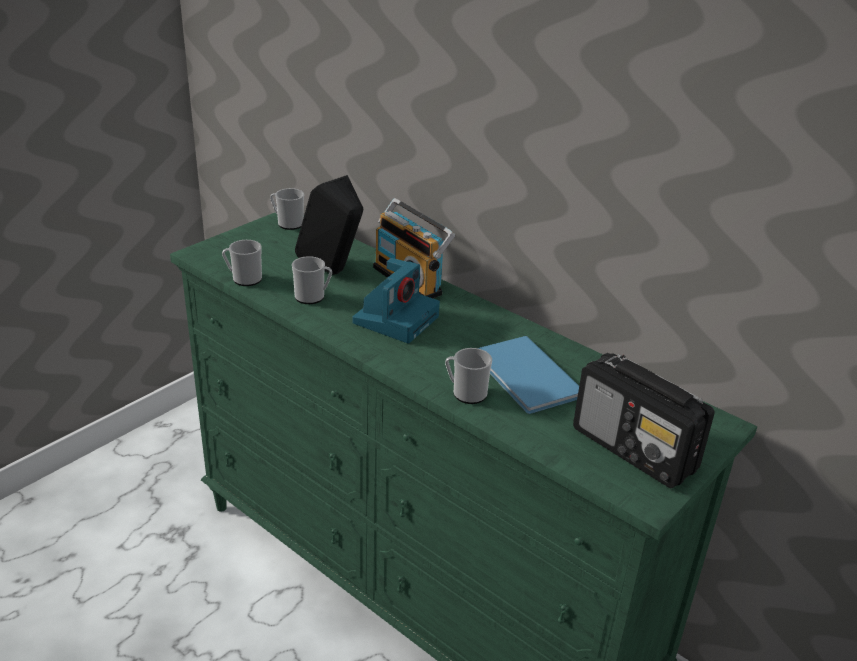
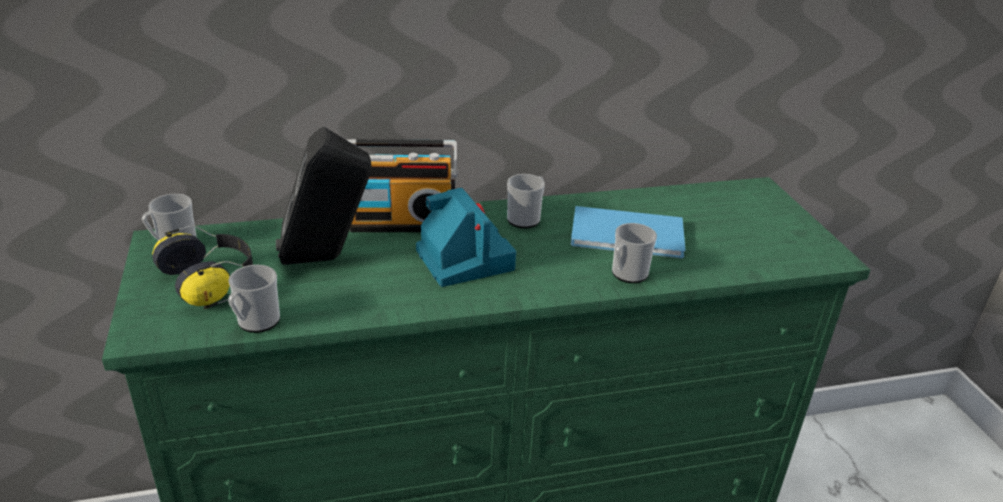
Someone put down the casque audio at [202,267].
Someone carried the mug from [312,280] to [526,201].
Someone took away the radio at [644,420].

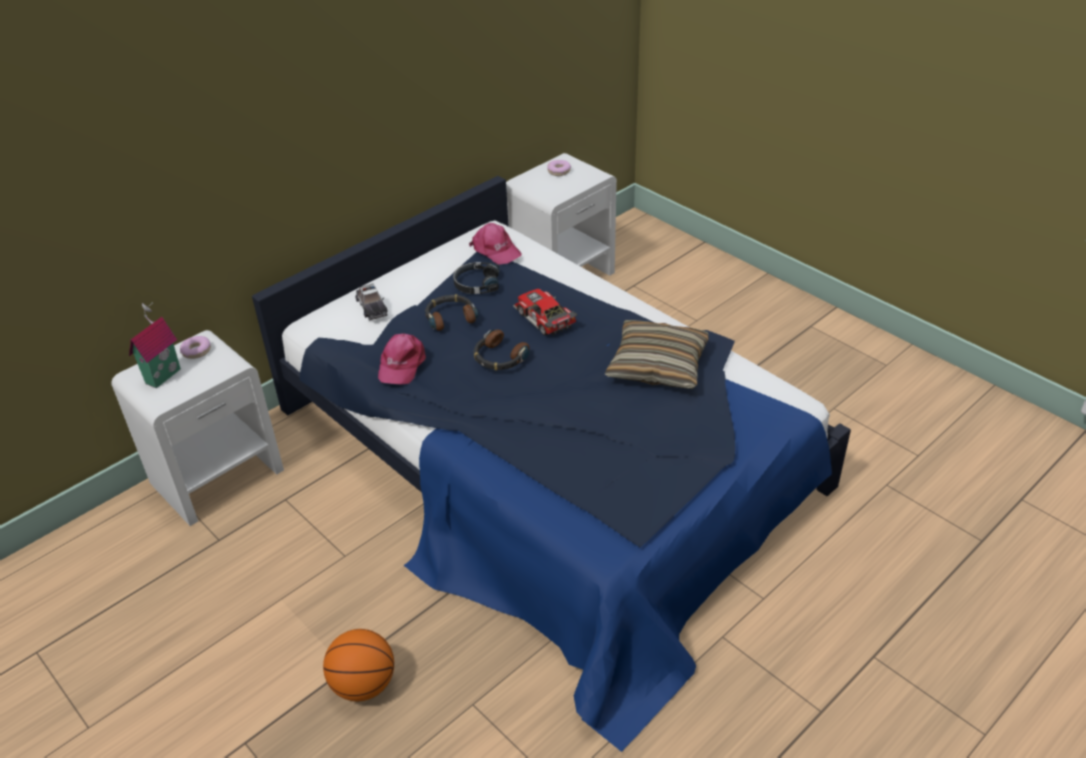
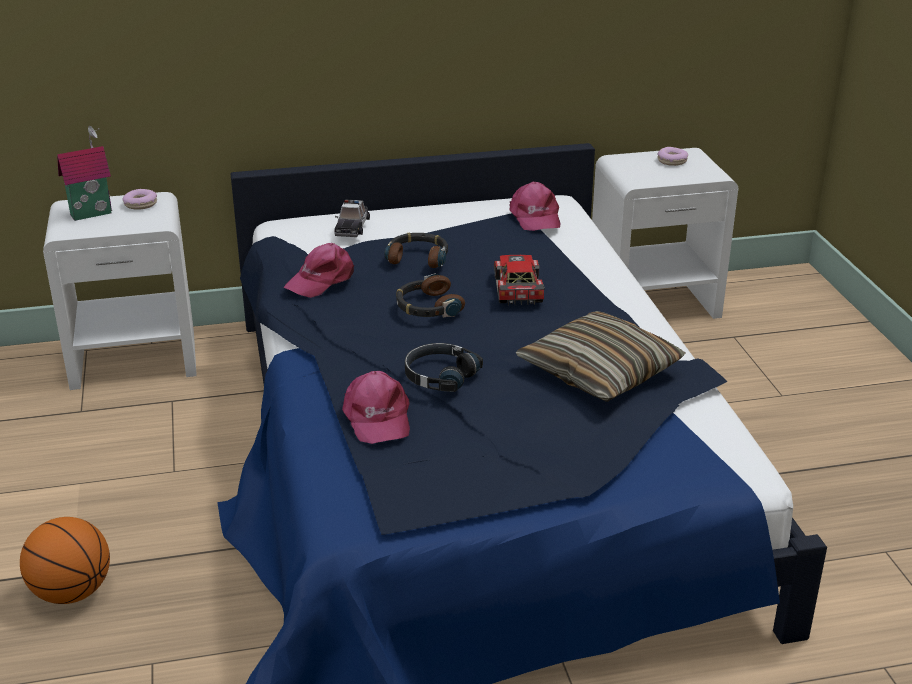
Someone put down the casquette/rose at [376,407].
Someone carried the casque audio/noir from [476,278] to [444,367].

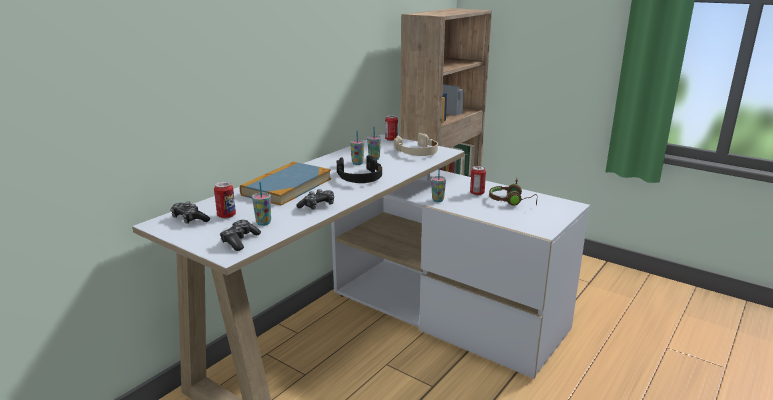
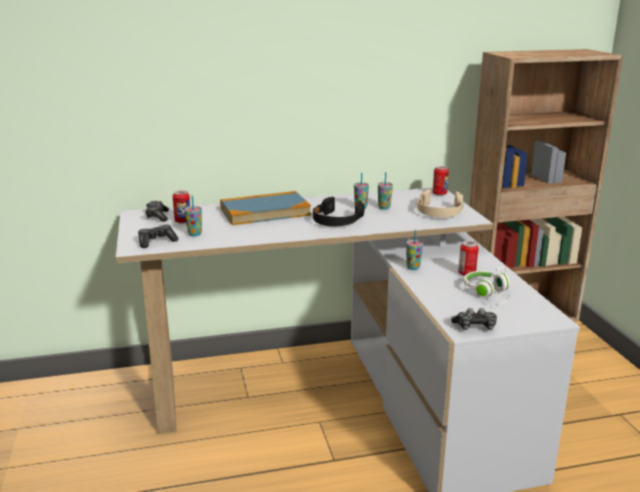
Someone carried the manette from [315,199] to [474,319].
Someone repainted the casque audio/marron at [513,192], which became the casque audio/blanc at [487,285].

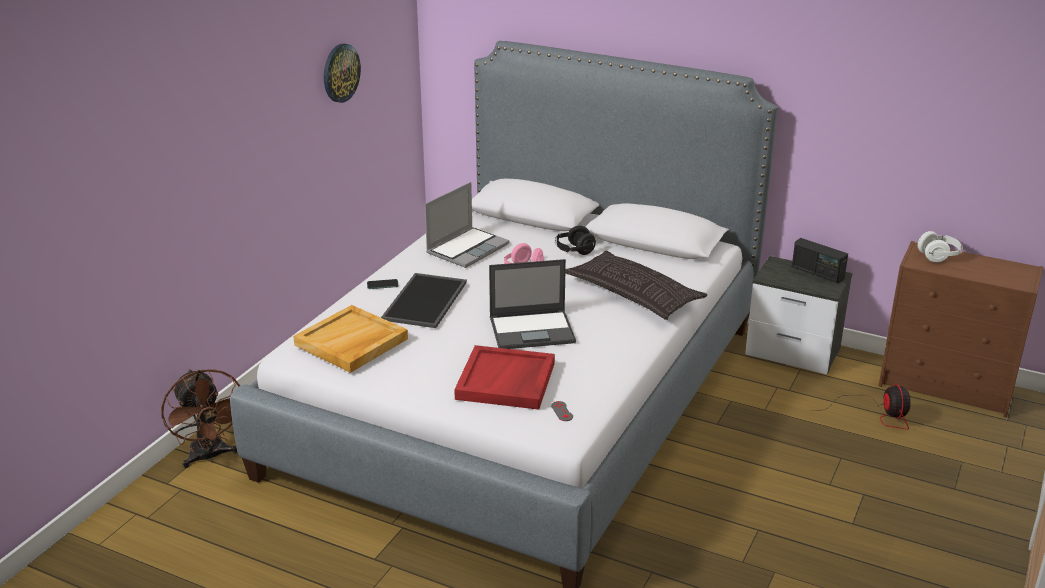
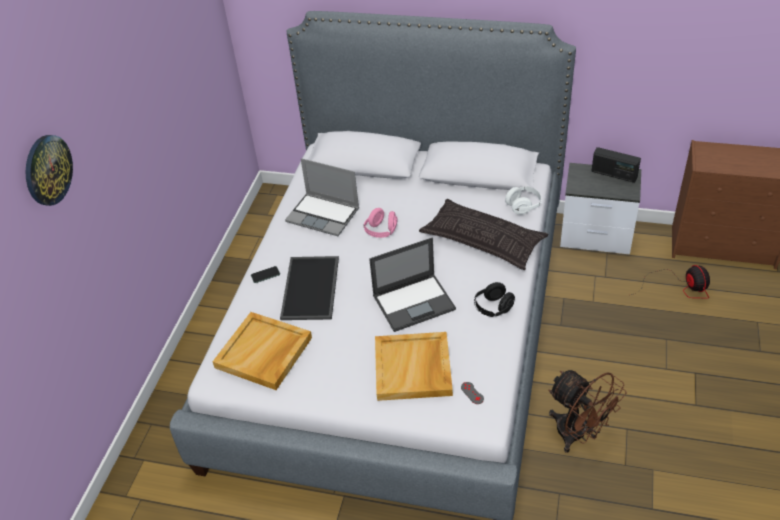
Someone carried the horloge murale from [342,73] to [49,170].
Someone rotated the ordinateur portable at [467,225] by 90 degrees clockwise.
Someone repainted the plateau/rouge at [504,377], which became the plateau/beige at [414,366].
Someone carried the casque audio/noir from [575,240] to [494,299].
Someone carried the casque audio/blanc from [940,246] to [523,200].
Someone carried the ventilateur/marron from [200,418] to [587,411].

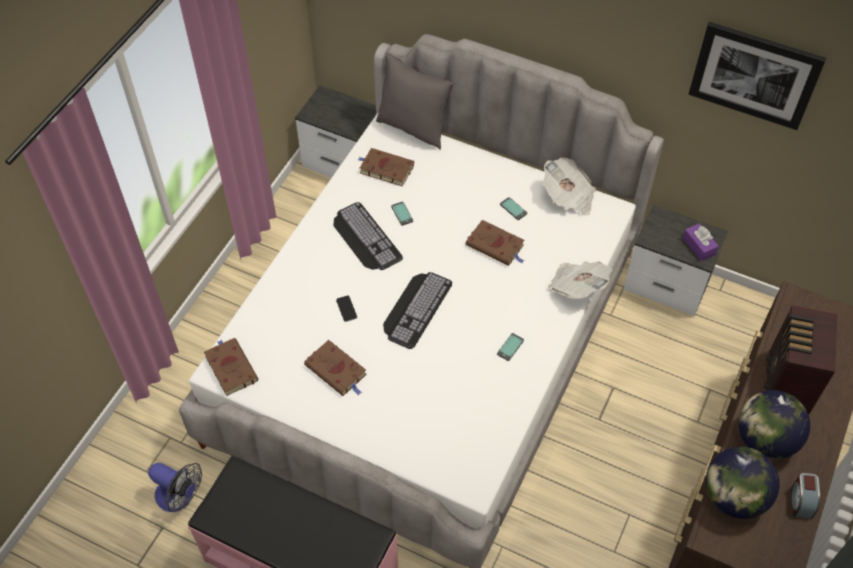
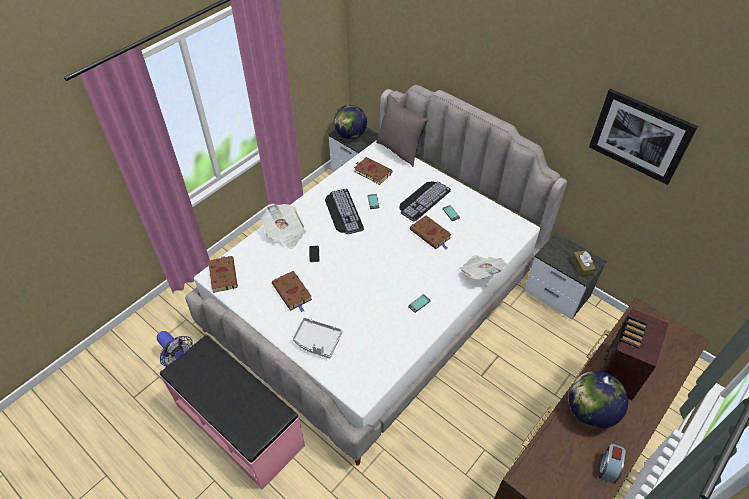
Someone carried the journal from [569,186] to [283,226].
Someone put down the plateau/gris at [318,337].
Someone carried the globe from [743,483] to [350,122].
Someone carried the clavier from [417,310] to [425,201].
Someone repainted the boîte à mouchoirs/violet at [701,242], which became the boîte à mouchoirs/marron at [583,263].

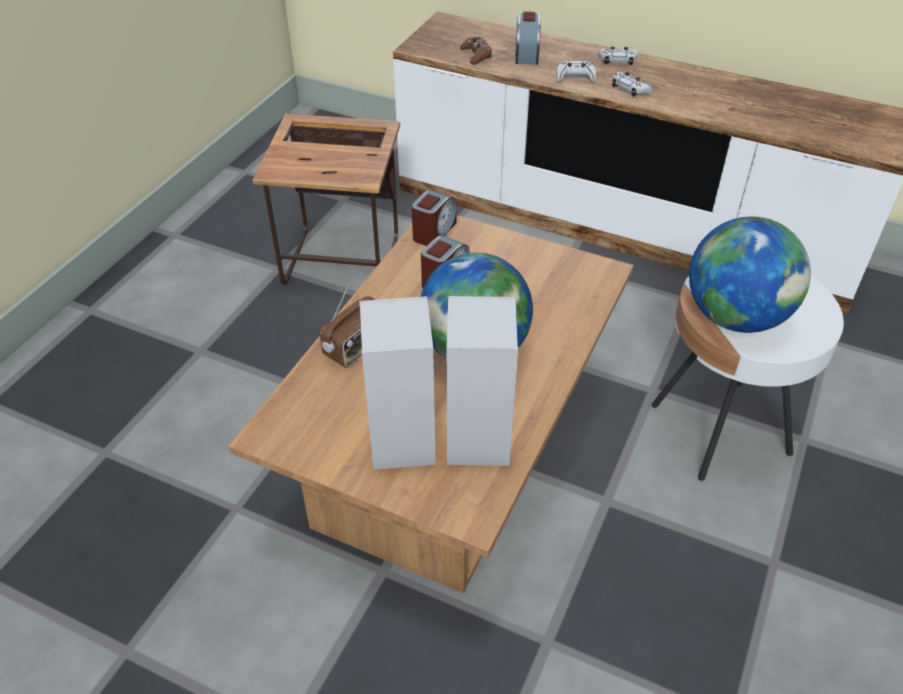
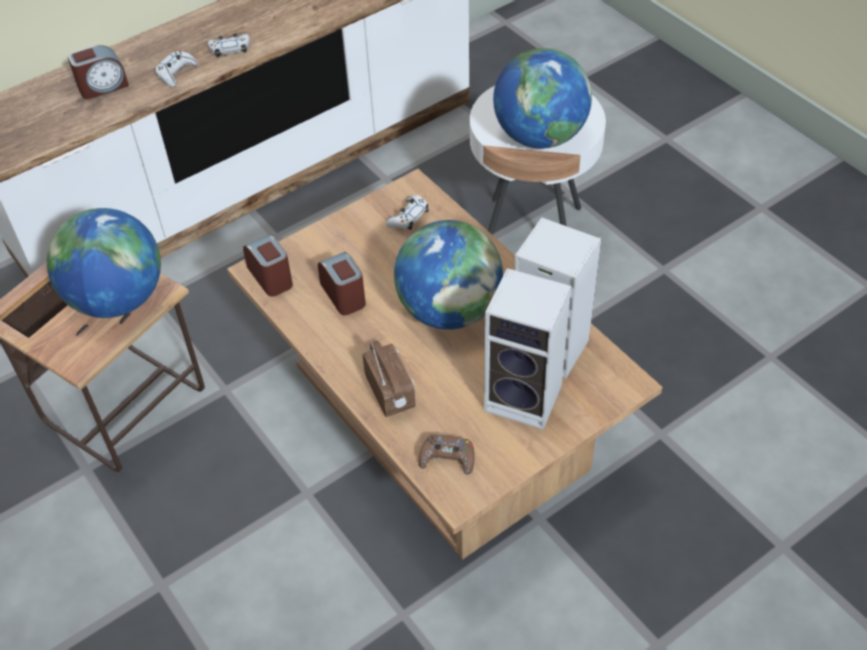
Someone put down the globe at [104,263].
Someone rotated the réveil at [528,38] by 60 degrees counterclockwise.
Someone carried the manette/blanc from [618,55] to [407,212].
Someone carried the manette/marron from [476,51] to [447,454].

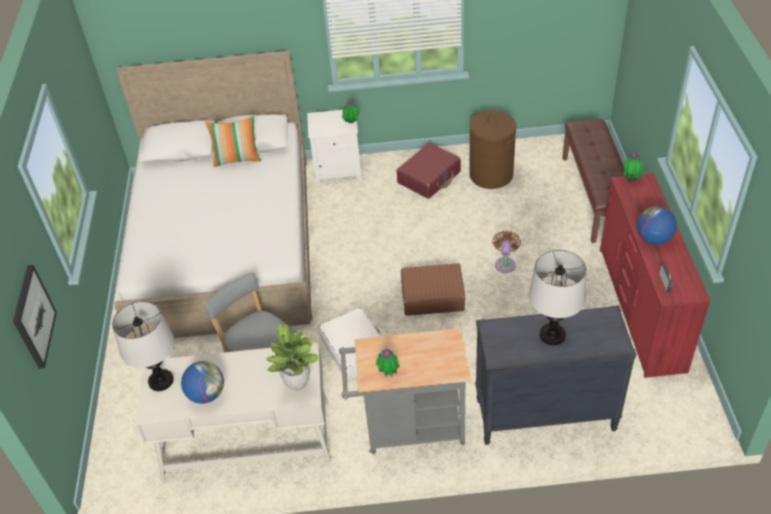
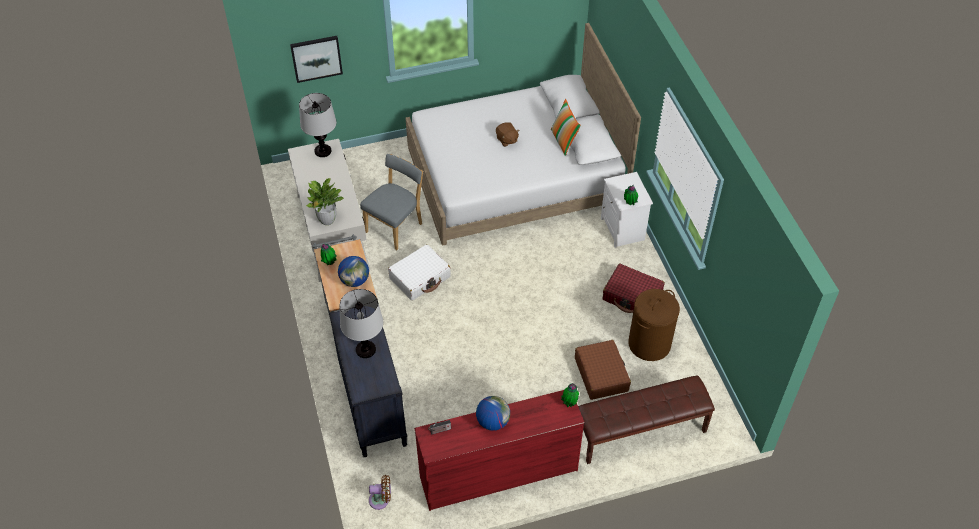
Someone carried the globe from [202,382] to [353,271].
Someone carried the ventilateur/marron from [506,252] to [380,492].
Someone put down the peluche/marron at [508,134].
Someone carried the valise/marron from [433,289] to [603,370].

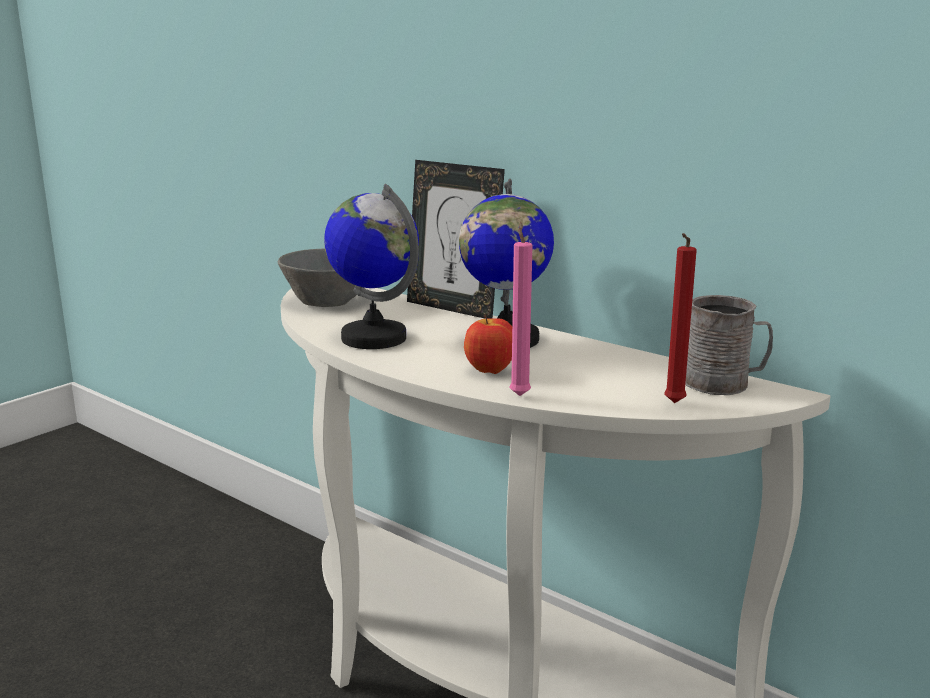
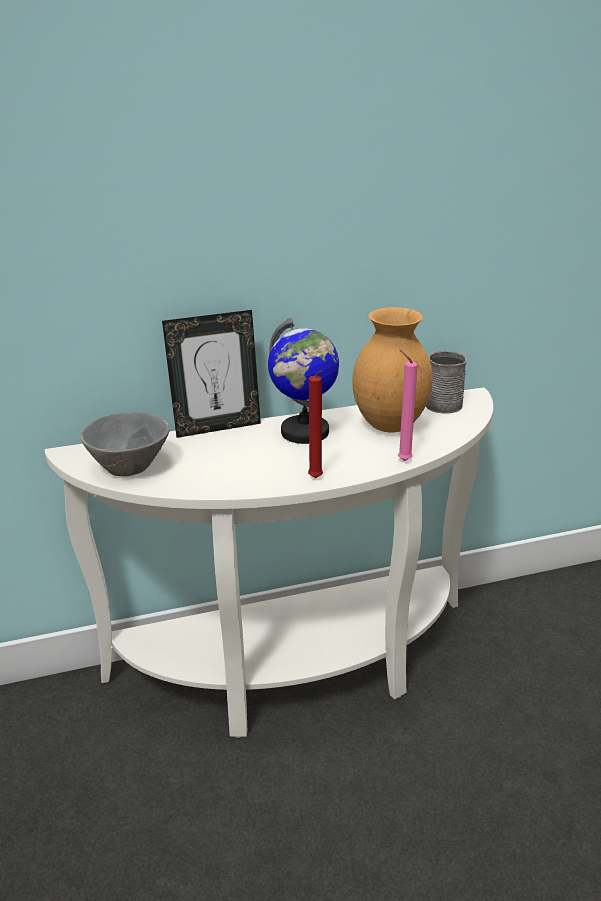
Someone carried the bougie/rouge from [680,318] to [315,424].
Someone put down the vase/marron at [392,369].
Someone took away the globe at [371,266].
Someone took away the pomme at [488,344].

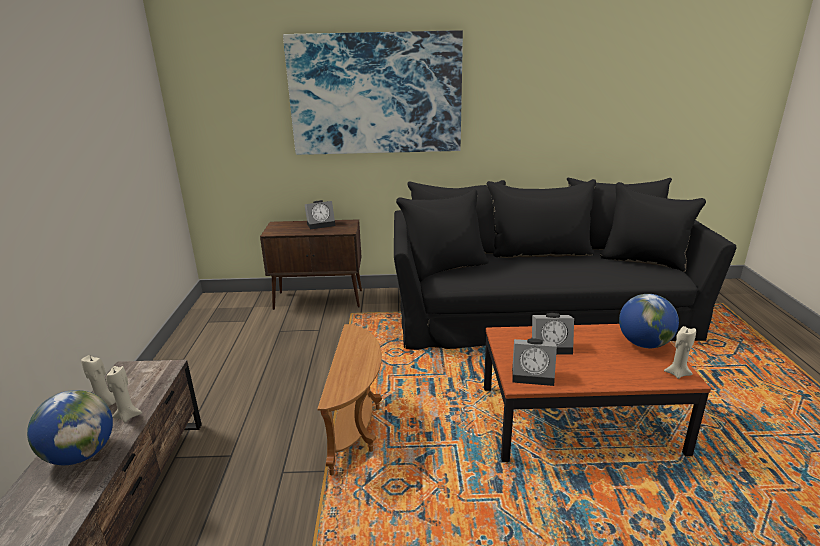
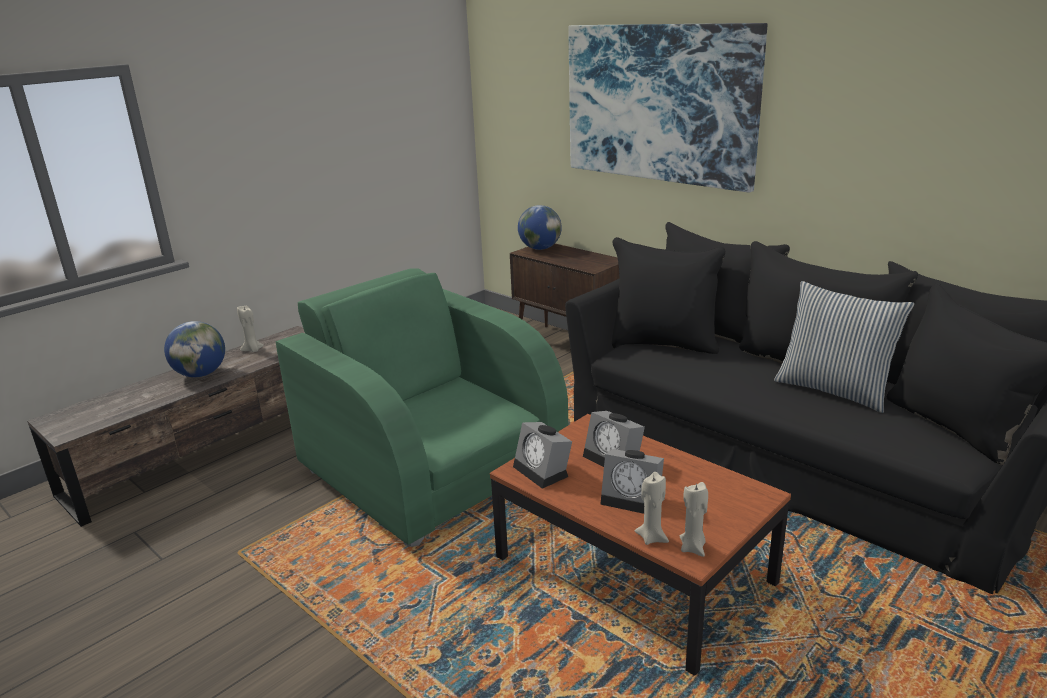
Someone swapped the table d'appoint/marron at [349,399] for the fauteuil/vert at [421,407].
Someone carried the globe from [649,321] to [540,227].
Someone carried the réveil from [320,214] to [632,481].
Someone carried the bougie/beige from [124,394] to [652,508].
Someone put down the coussin at [844,347].

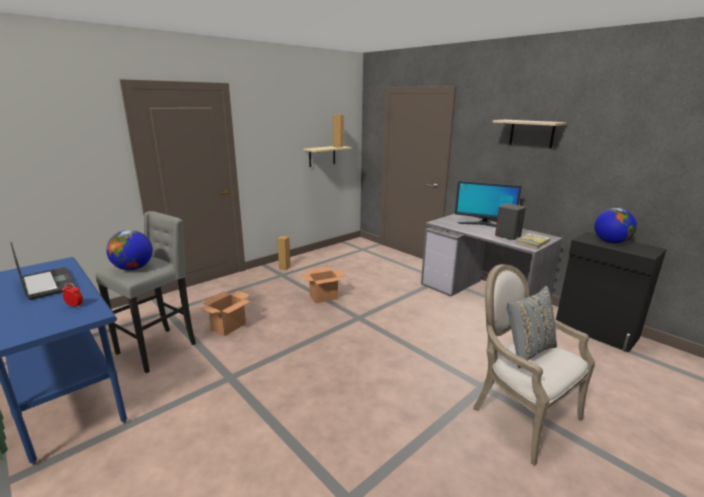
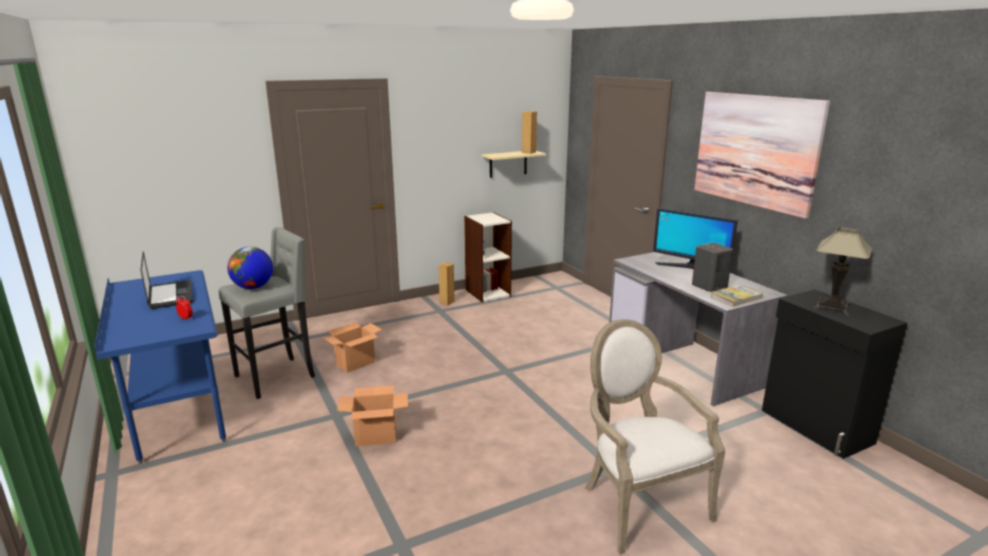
Someone carried the carton from [323,285] to [372,416].
Someone put down the bibliothèque at [488,257].
Someone swapped the étagère/beige at [529,134] for the tableau at [762,155].
Someone swapped the globe at [615,226] for the lampe de table at [842,271].
Someone took away the coussin/gris at [532,327].

